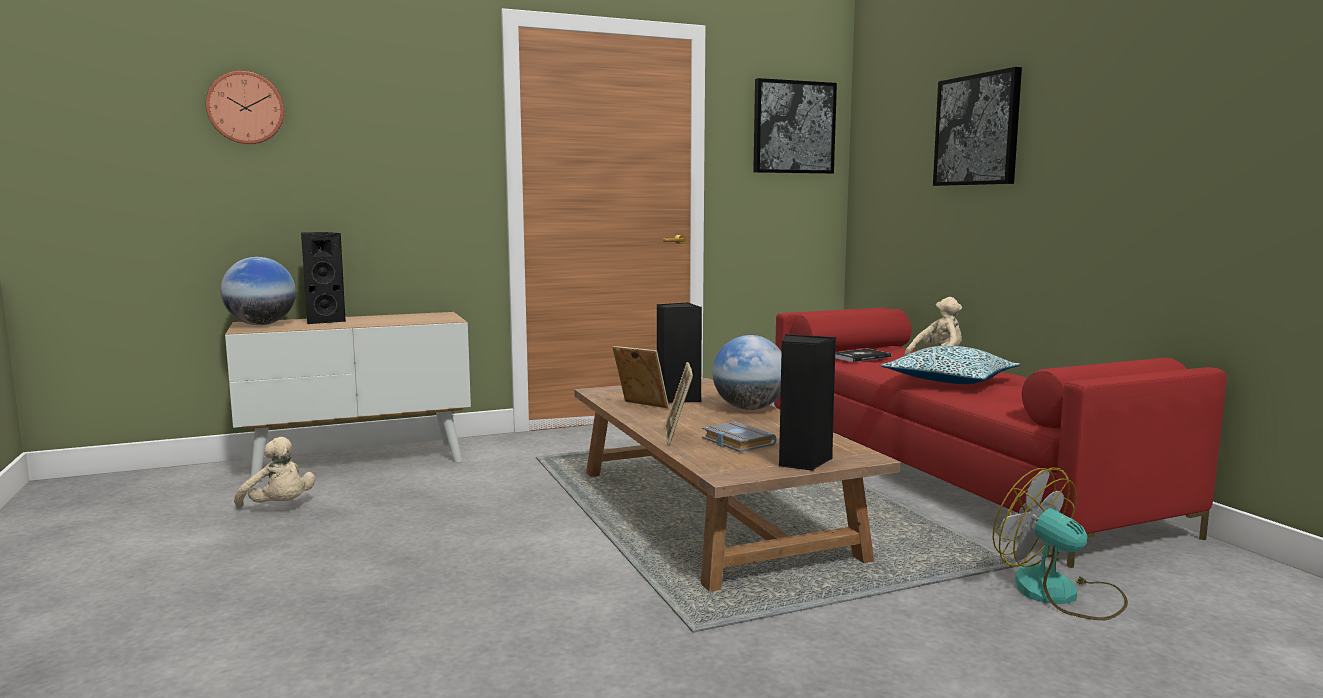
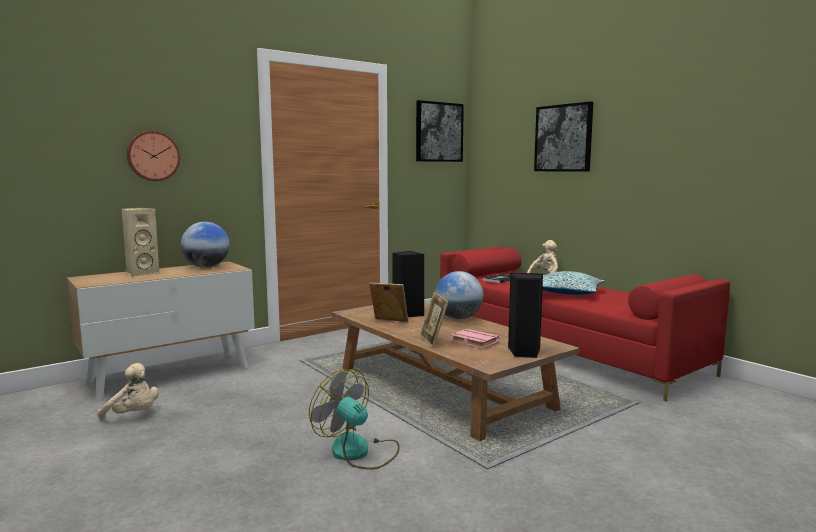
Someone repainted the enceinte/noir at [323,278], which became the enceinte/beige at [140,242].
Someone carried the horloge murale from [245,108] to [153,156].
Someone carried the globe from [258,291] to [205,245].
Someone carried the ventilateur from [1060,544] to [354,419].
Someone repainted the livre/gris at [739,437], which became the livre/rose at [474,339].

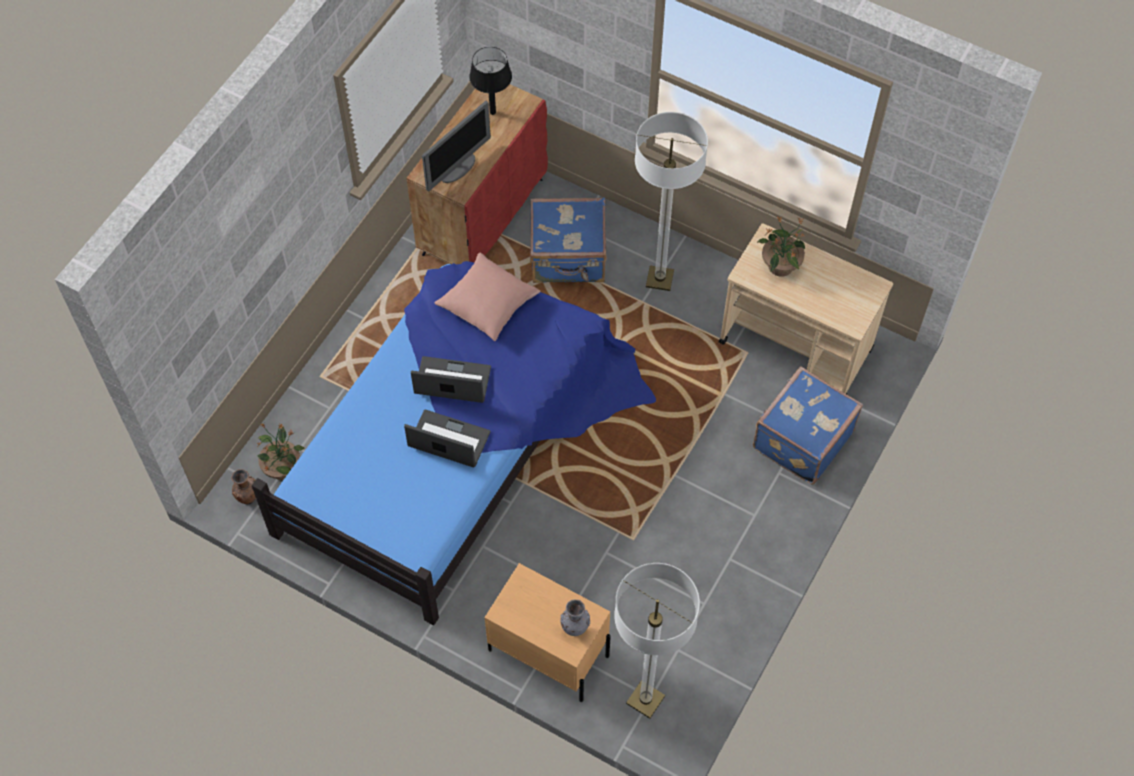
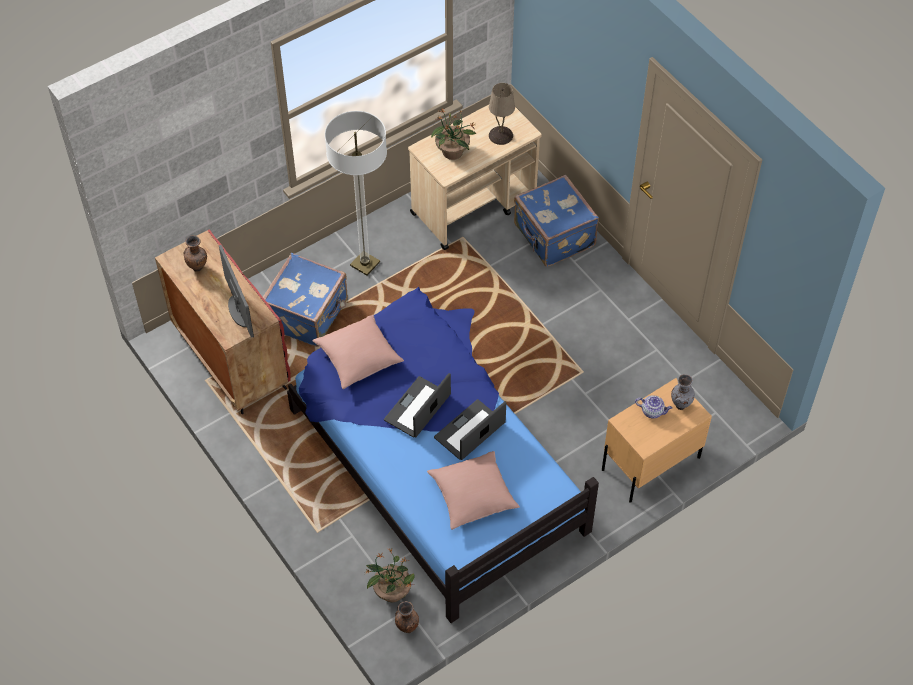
Someone swapped the lampe de table/noir at [490,81] for the vase/marron at [195,253].
Someone put down the coussin/rose at [473,490].
Someone put down the lampe de table/beige at [502,114].
Someone put down the théière at [654,407].
Someone took away the lampadaire at [657,641].

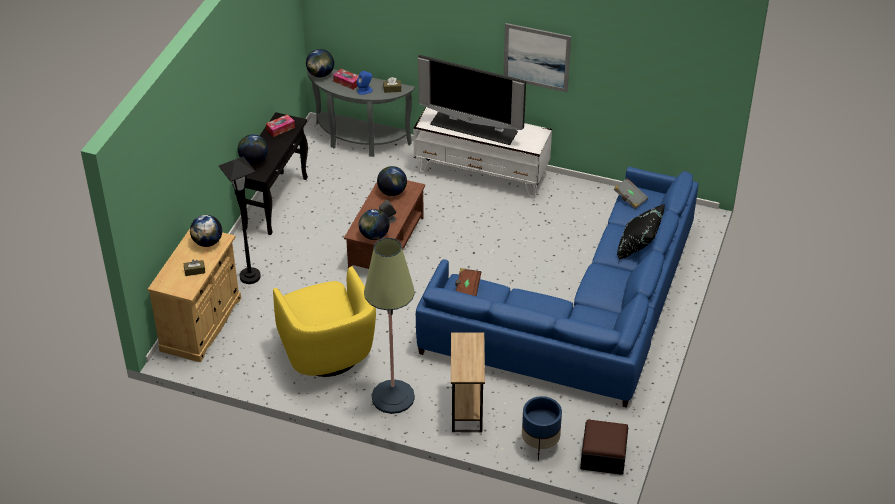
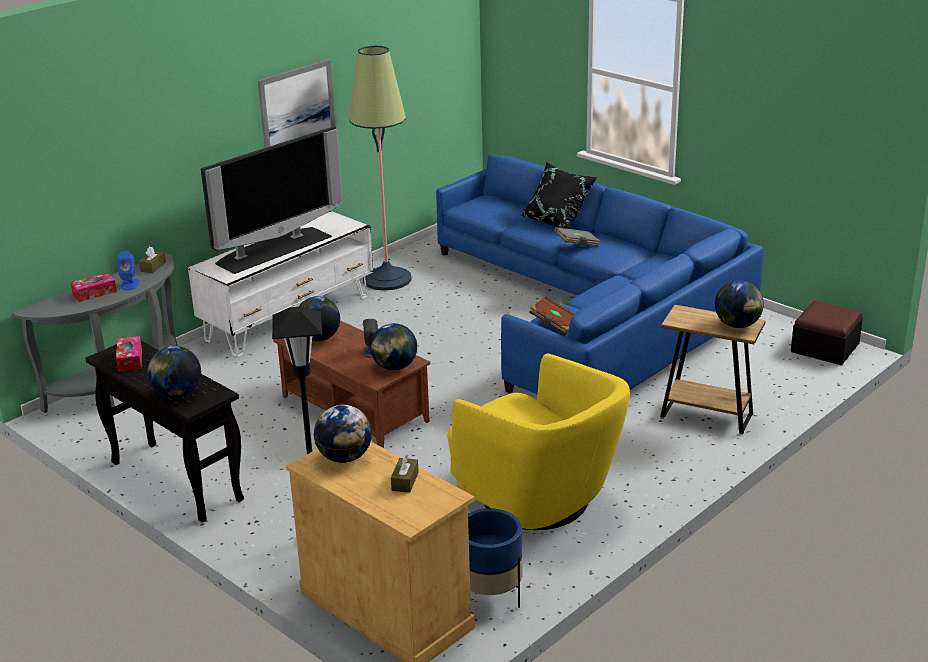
Someone carried the lampadaire from [389,326] to [380,168].
Someone rotated the fauteuil/jaune at [324,321] by 45 degrees clockwise.
Someone carried the cache-pot/bleu from [542,428] to [495,558].
Someone carried the livre/gris from [631,193] to [577,237].
Someone carried the globe from [320,63] to [739,304].

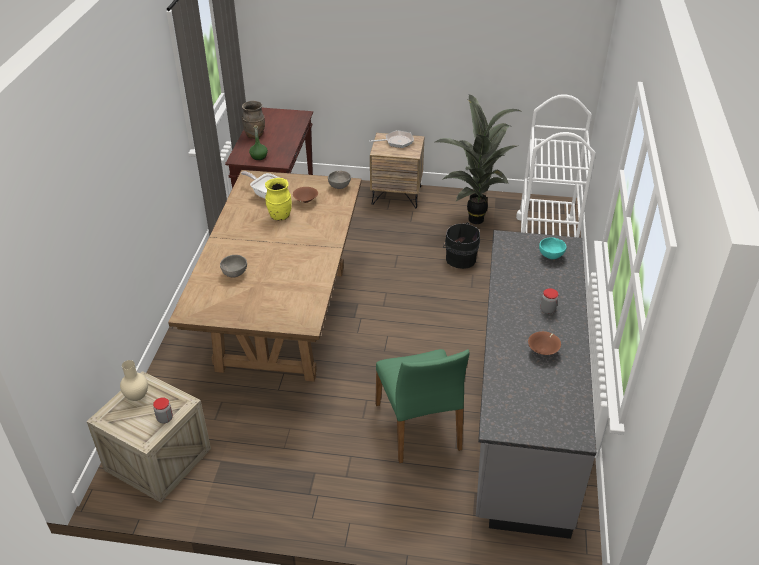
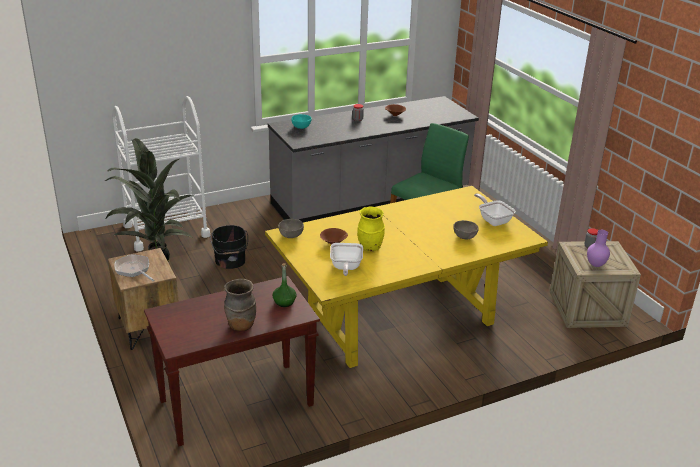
Someone repainted the table à manger/marron at [265,276], which became the table à manger/jaune at [406,277].
Someone put down the poêle at [495,209].
Someone repainted the vase/beige at [134,380], which became the vase/violet at [598,248].

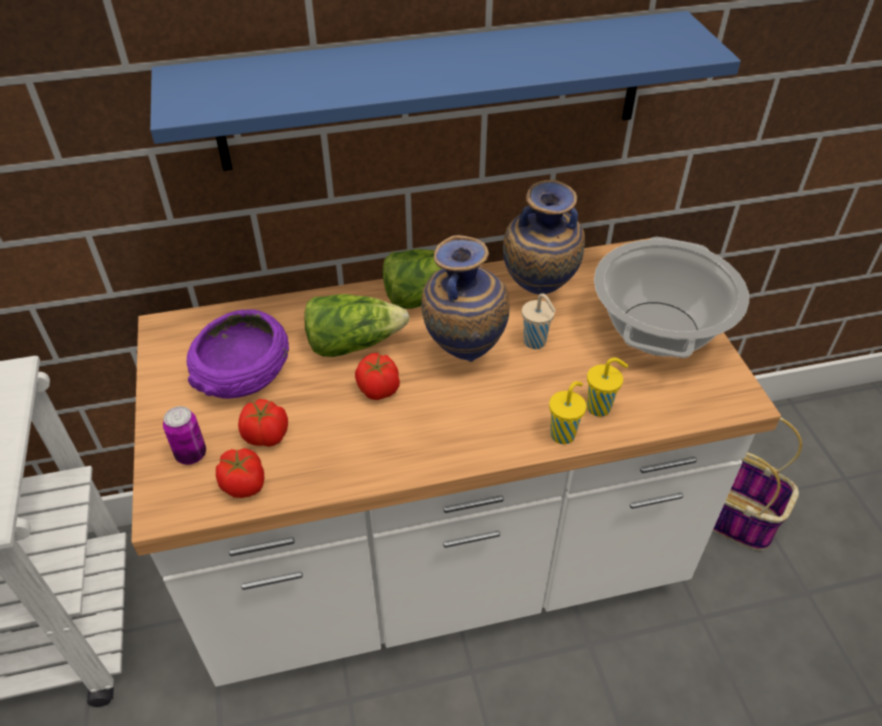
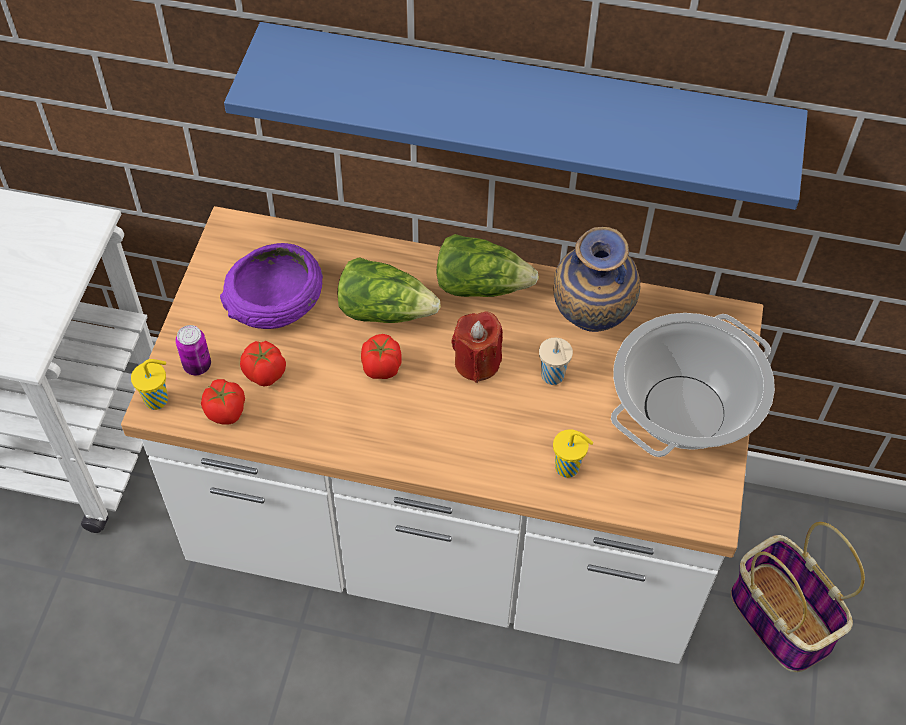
Someone carried the tasse/jaune from [567,412] to [149,384].
Someone swapped the vase at [465,298] for the bougie/rouge at [477,347].

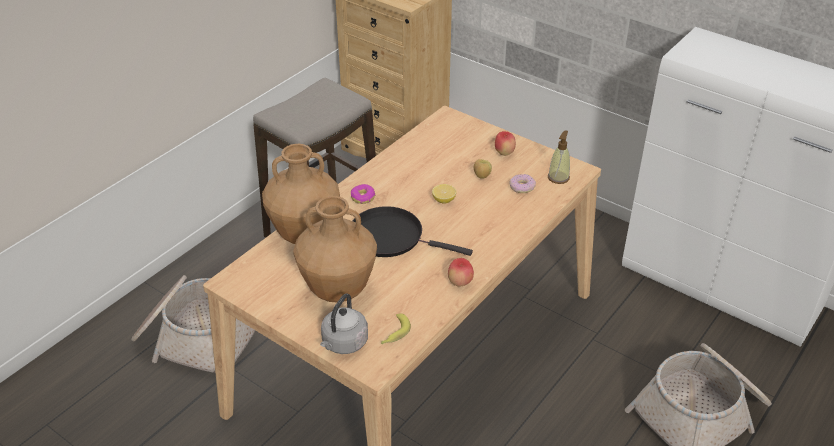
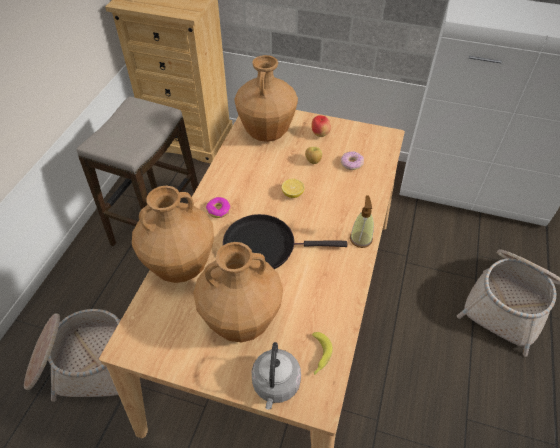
Someone put down the vase/marron at [266,98].
Someone carried the distributeur de savon from [559,157] to [362,221].
Someone took away the pomme at [461,272].

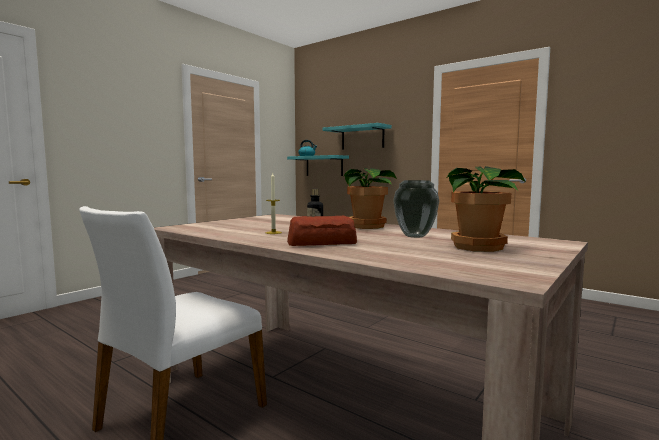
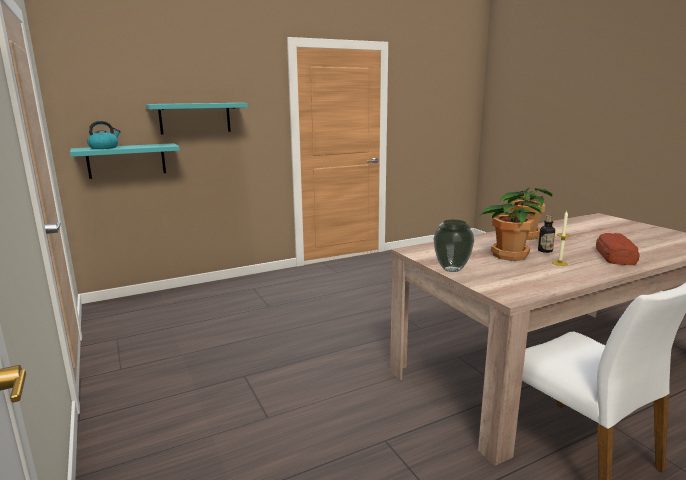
Someone carried the vase from [416,209] to [454,246].
Someone carried the plante en pot from [486,209] to [511,231].

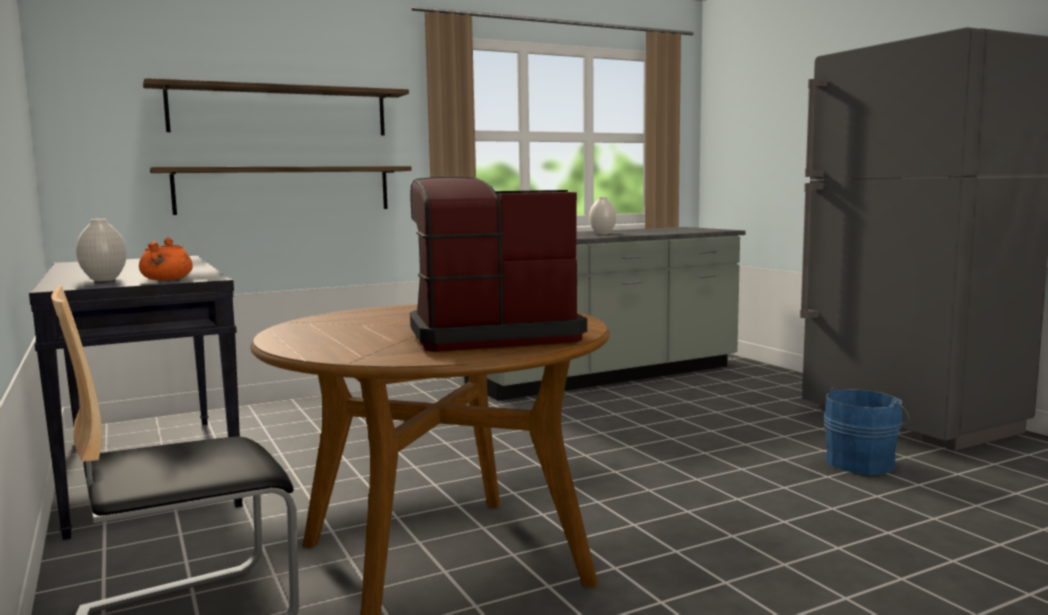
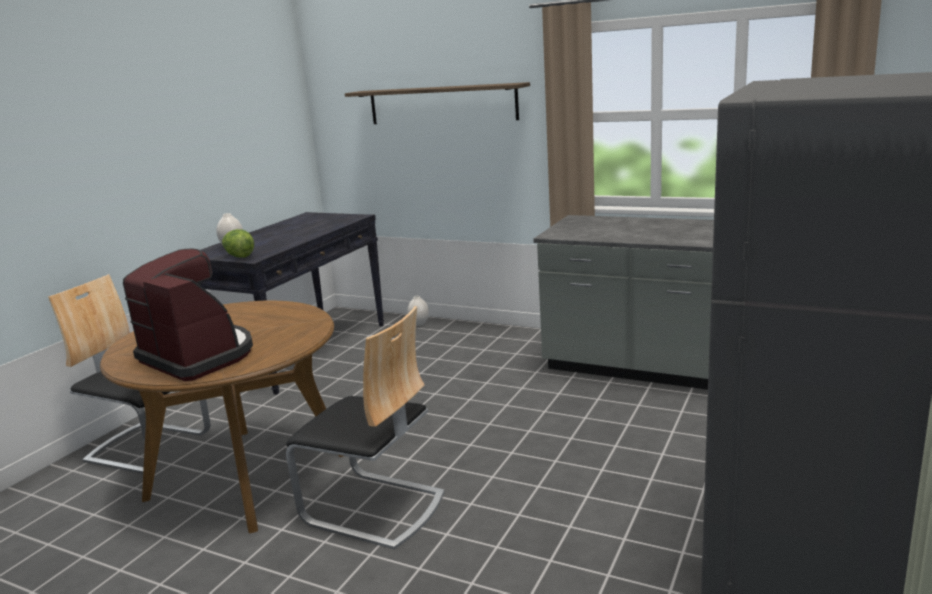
Someone swapped the marmite/orange at [166,259] for the laitue at [238,243].
Someone put down the chaise at [365,428].
Someone carried the vase/blanc from [602,216] to [418,311].
Someone took away the étagère at [281,190].
Someone took away the seau/bleu at [867,431].

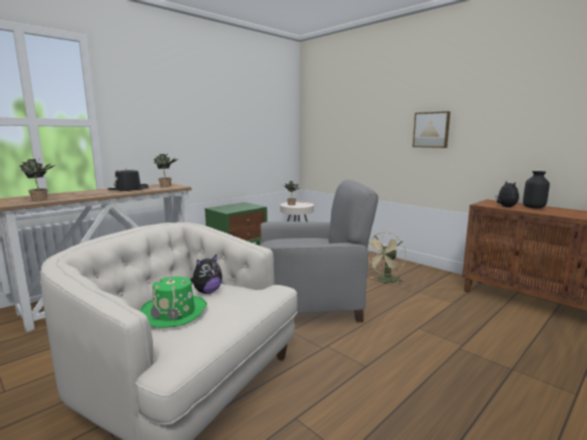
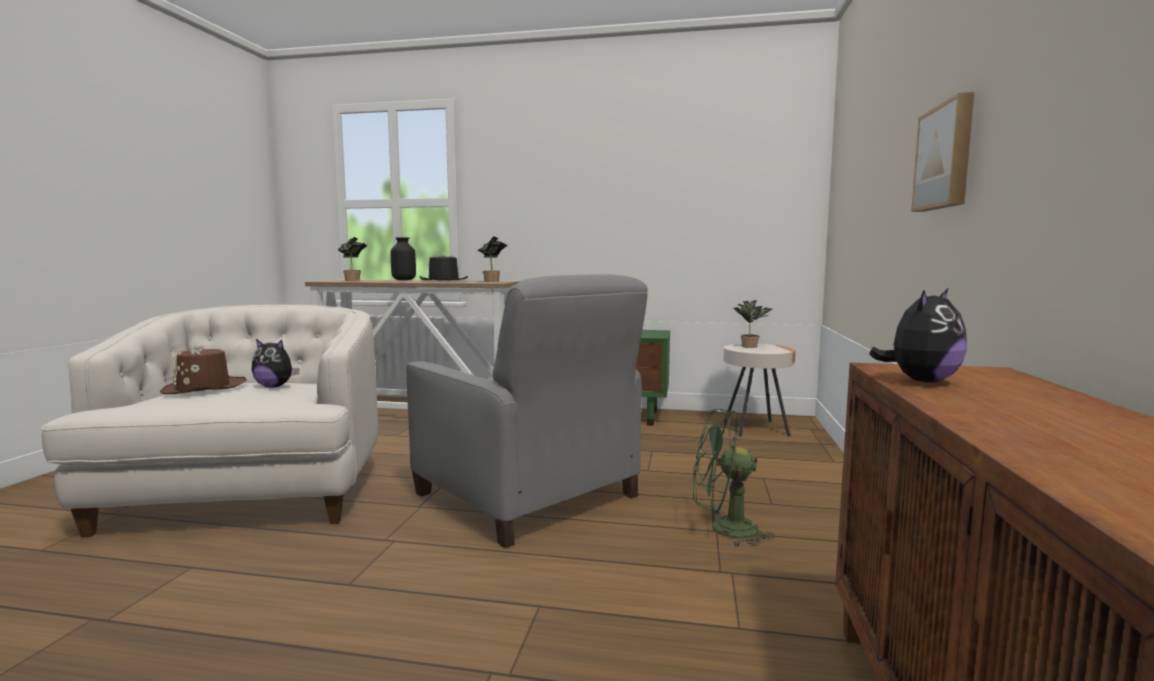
Someone repainted the chapeau/vert at [173,302], which became the chapeau/marron at [203,369].
Someone carried the vase/noir from [536,190] to [403,258].
Someone repainted the ventilateur/beige at [387,258], which became the ventilateur/vert at [734,478].

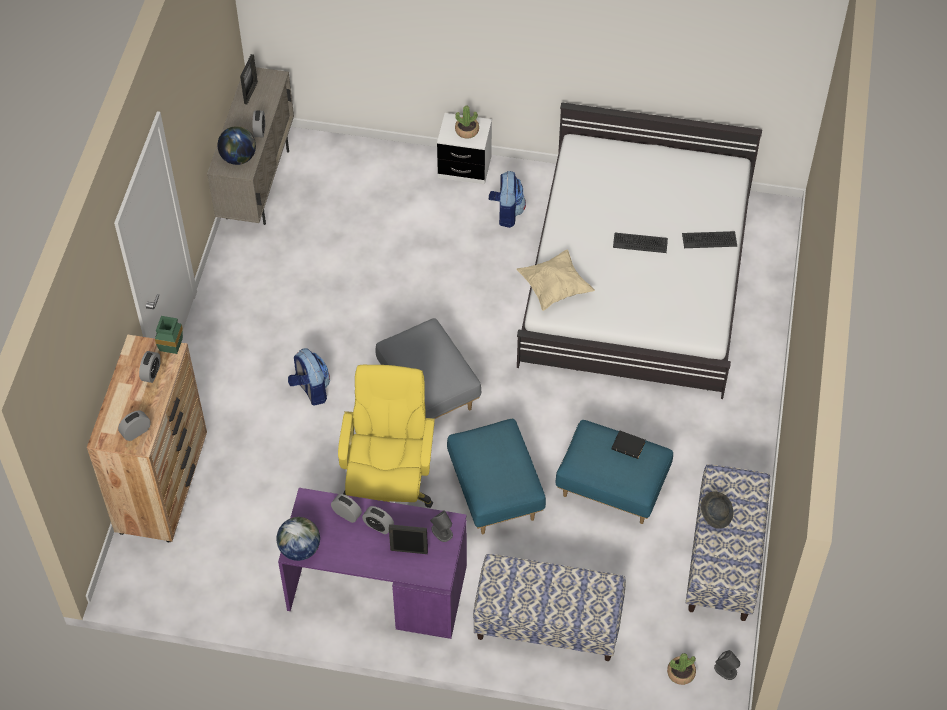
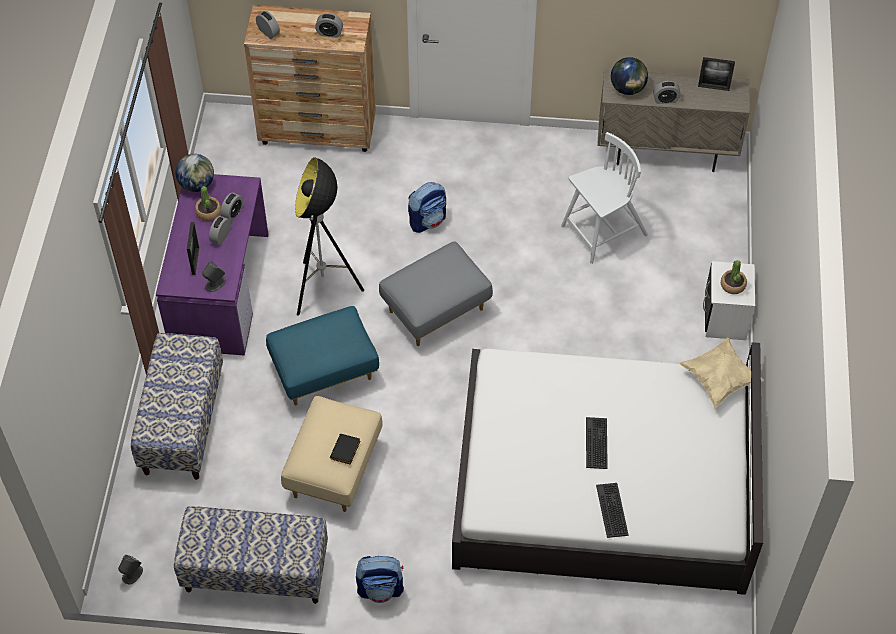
Someone carried the plante en pot from [681,669] to [208,203].
Someone repainted the pouf/bleu at [614,472], which became the pouf/beige at [332,454].
Someone swapped the chaise de bureau/jaune at [386,436] for the lampadaire at [329,236].
Someone carried the sac à dos from [507,199] to [380,579].
Someone put down the chaise/blanc at [604,198].
Someone carried the coussin/beige from [555,280] to [721,373].
Someone took away the vase/vert at [169,335].
Someone took away the chapeau/gris at [717,510].

